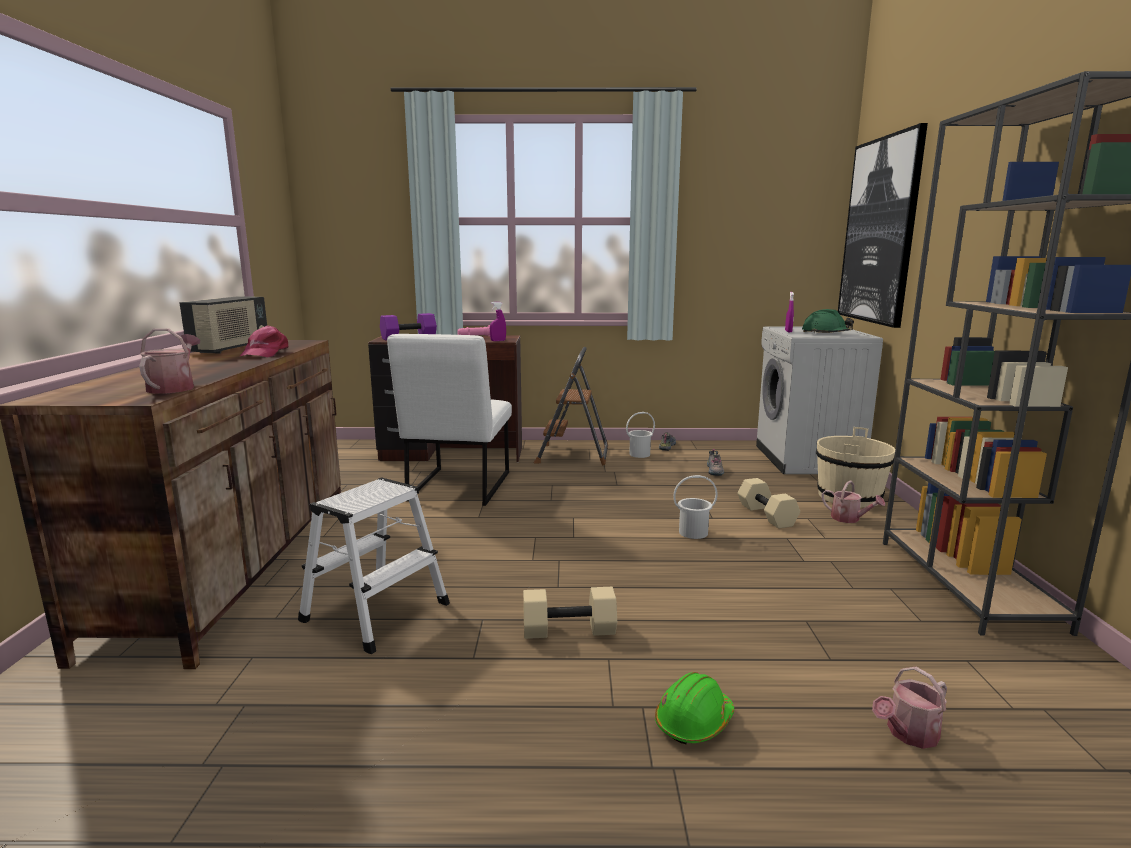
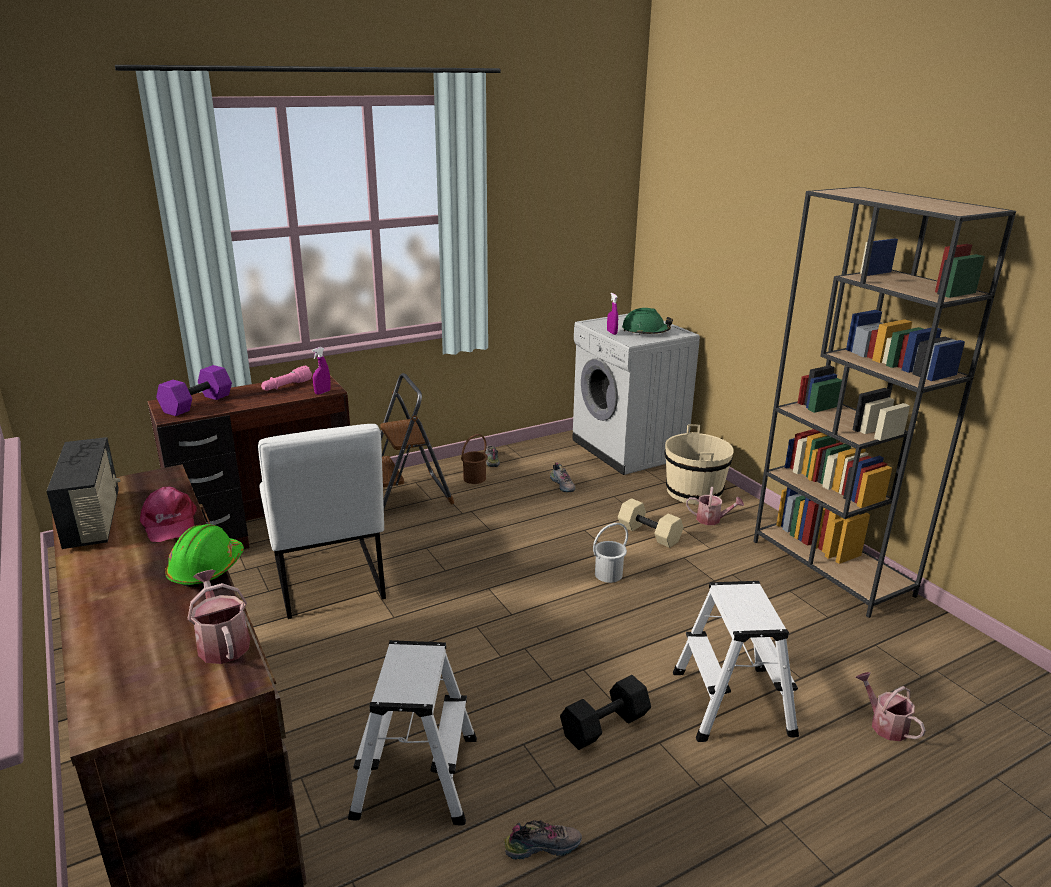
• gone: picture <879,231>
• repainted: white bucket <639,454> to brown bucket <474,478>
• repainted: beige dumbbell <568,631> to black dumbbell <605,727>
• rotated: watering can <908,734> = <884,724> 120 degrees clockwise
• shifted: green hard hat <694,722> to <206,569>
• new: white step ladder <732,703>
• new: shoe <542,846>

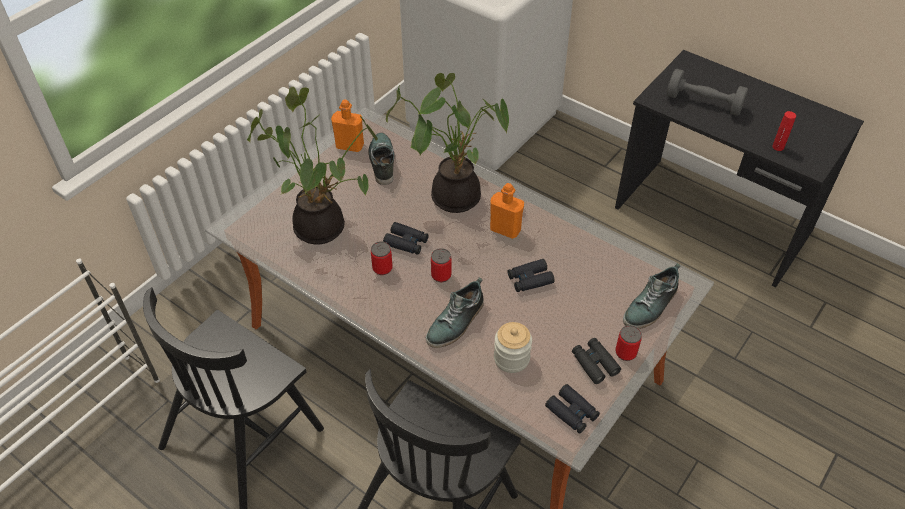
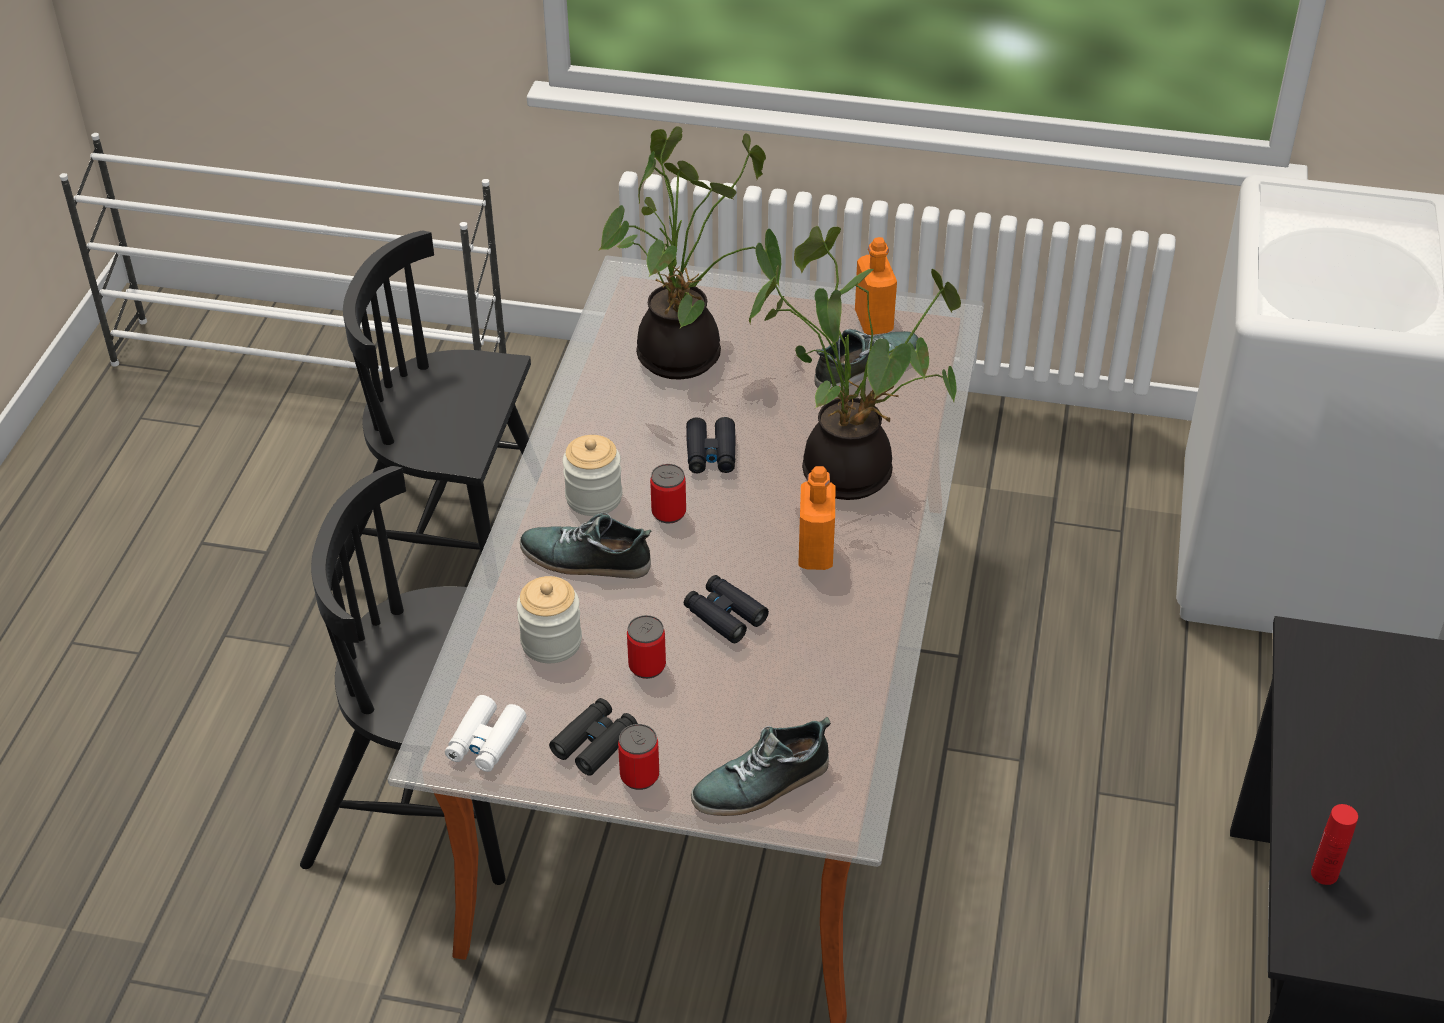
• gone: grey dumbbell <703,103>
• shifted: can <382,268> to <647,666>
• rotated: shoe <651,306> = <762,784> 45 degrees counterclockwise
• repainted: black binoculars <572,412> to white binoculars <485,741>
• new: jar <594,497>

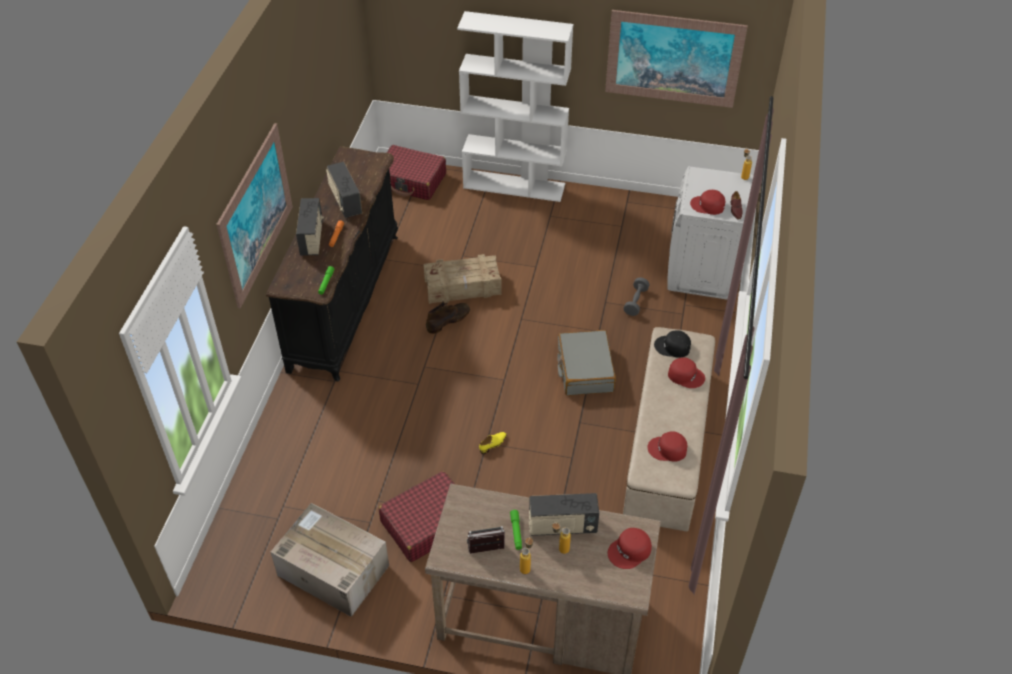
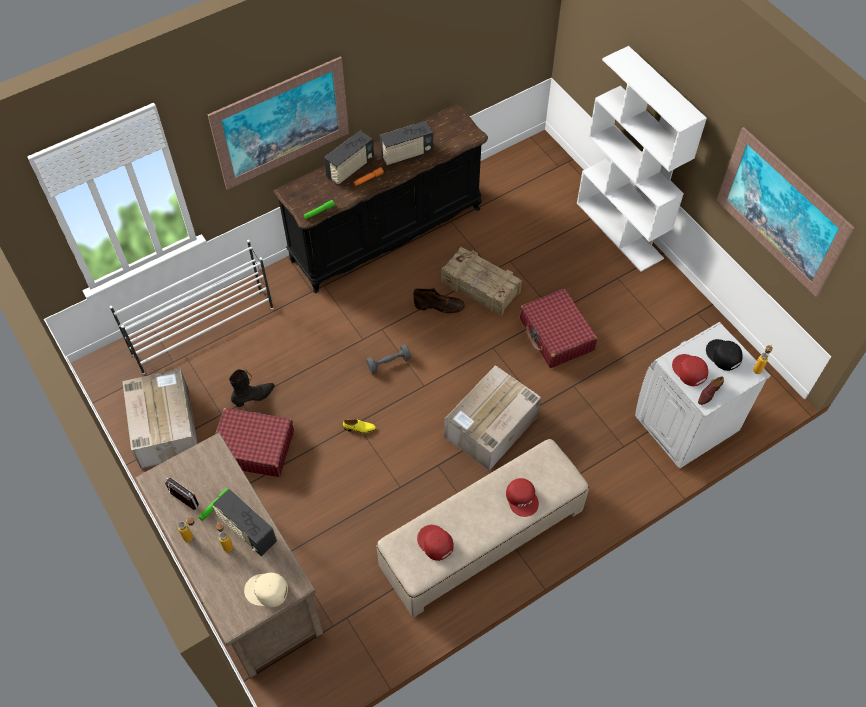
• shifted: red suitcase <411,181> to <556,335>
• rotated: radio <345,201> = <407,154> 135 degrees counterclockwise
• shifted: grey dumbbell <635,302> to <388,363>
• swapped: grey suitcase <585,370> to cardboard box <490,427>
• shifted: black cap <672,347> to <723,355>
• repainted: red cap <630,551> to beige cap <266,591>
• new: white shoe rack <204,331>
• new: black boot <254,397>

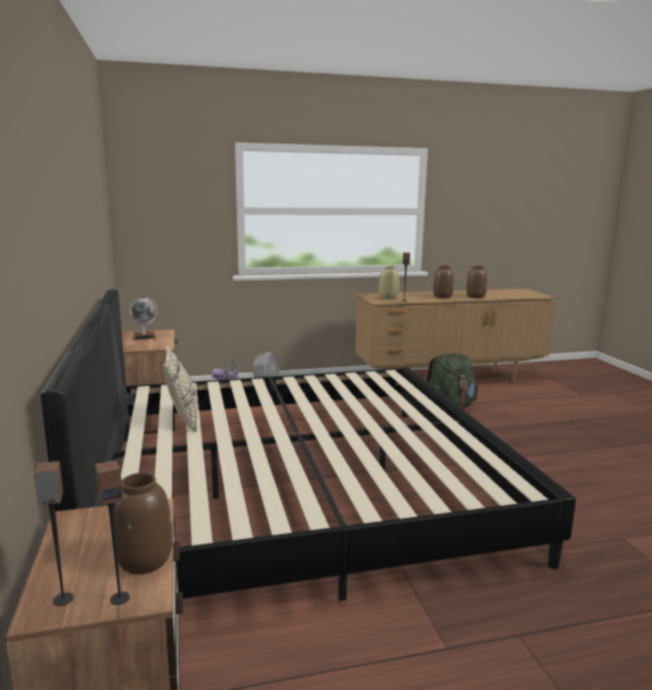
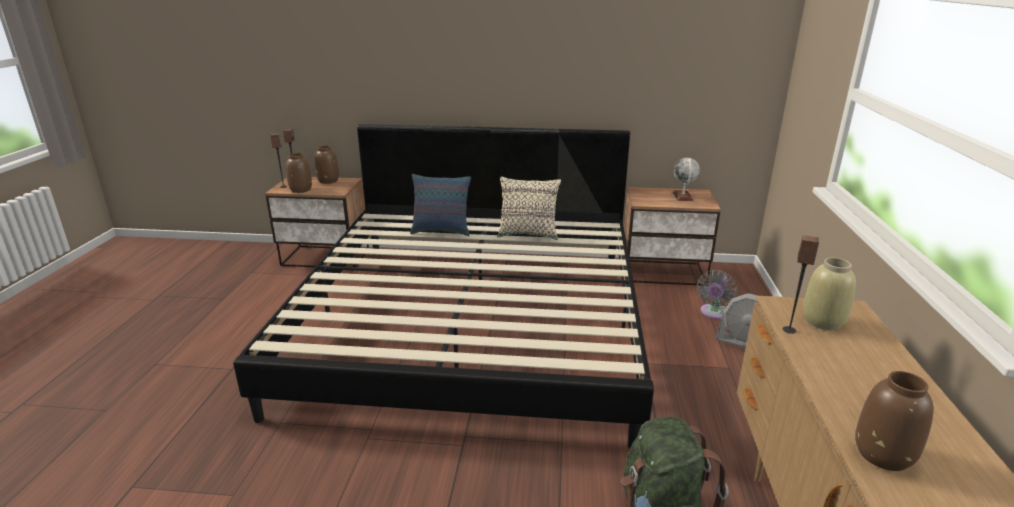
• shifted: brown vase <442,297> to <328,181>
• new: blue pillow <441,231>

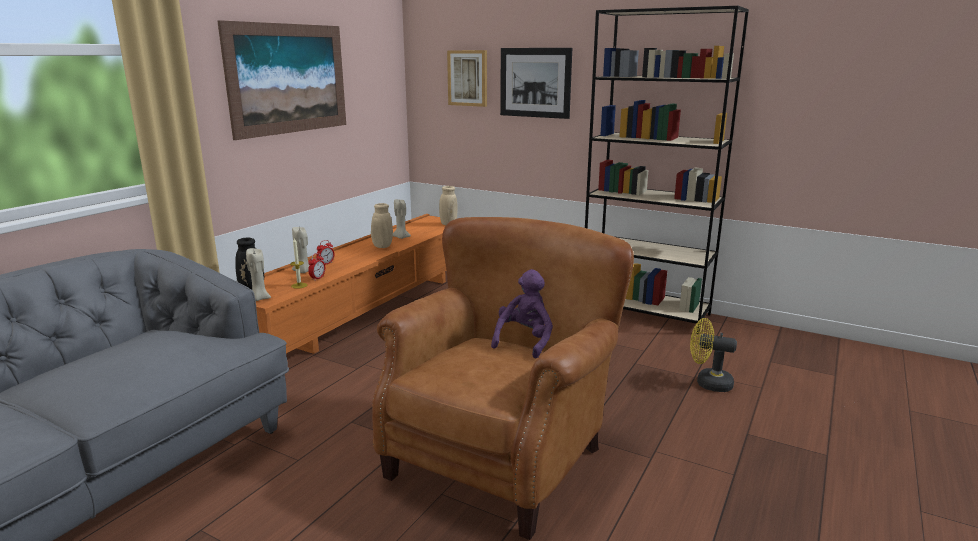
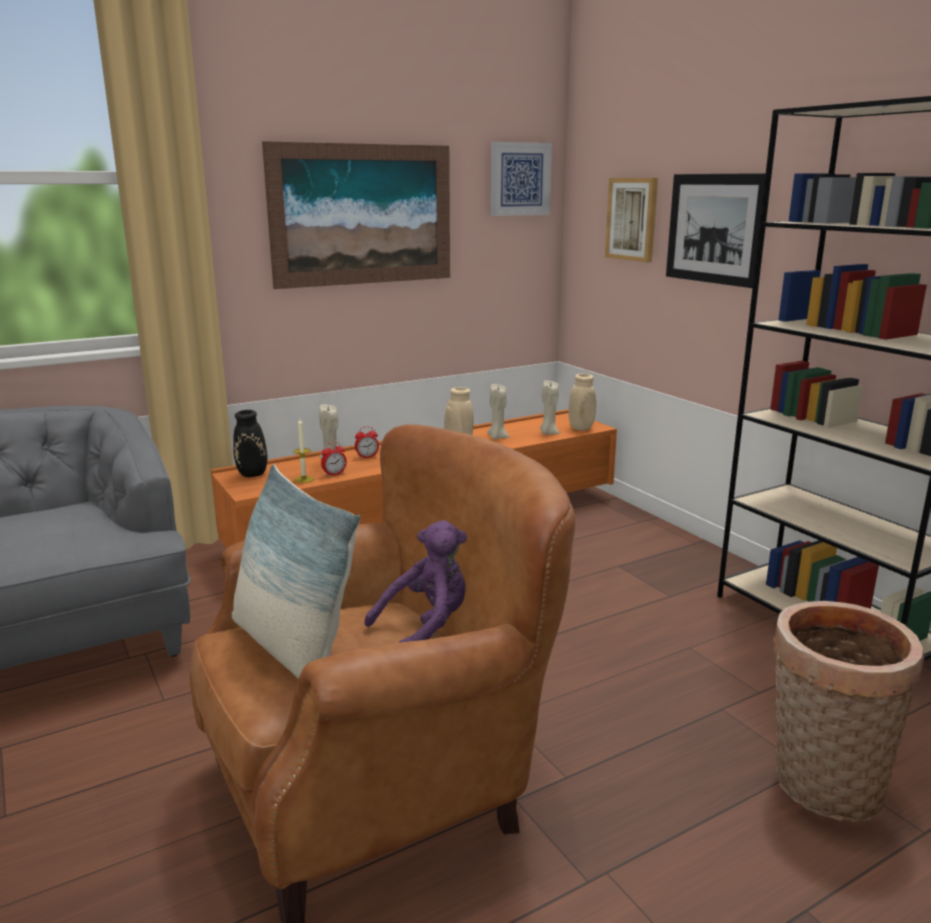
• shifted: beige candle <259,298> to <548,433>
• swapped: yellow fan <708,383> to basket <821,787>
• new: picture <519,179>
• new: pillow <291,647>

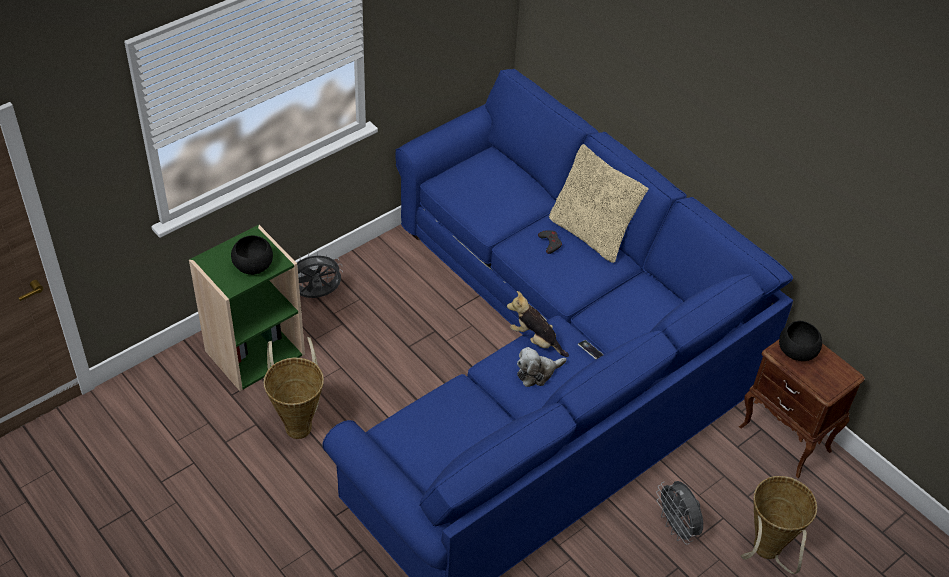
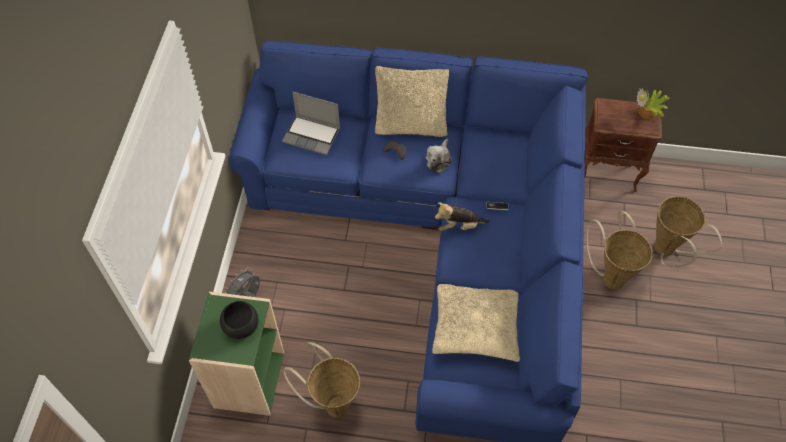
• gone: black bowl <796,351>
• shifted: plush toy <537,373> to <438,159>
• swapped: grey fan <677,527> to basket <611,276>
• new: potted plant <648,112>
• new: laptop <312,135>
• new: beige pillow <476,327>

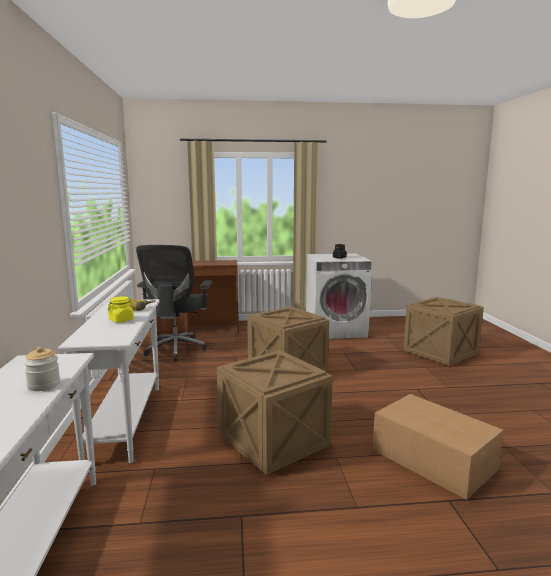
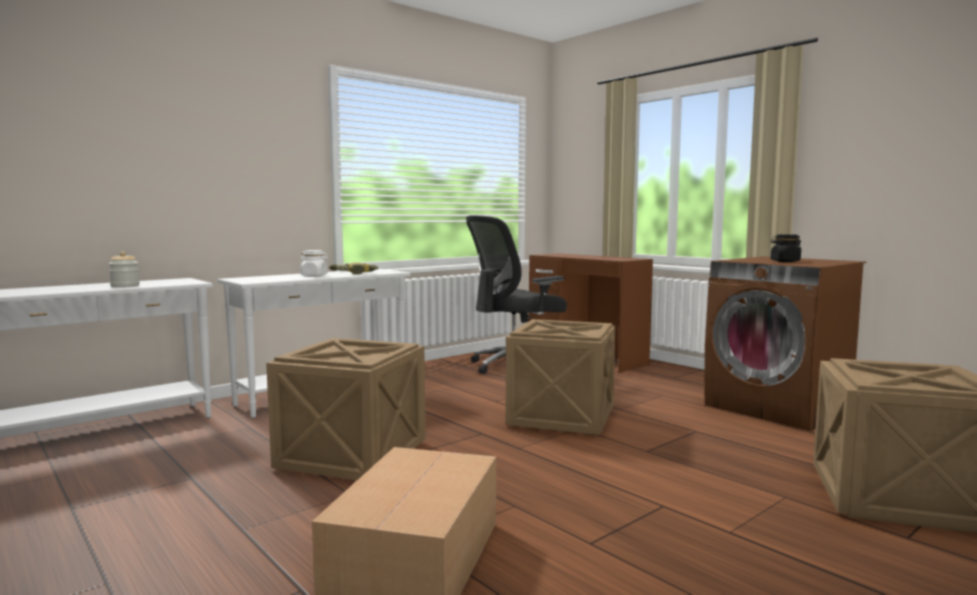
• repainted: white washing machine <336,330> to brown washing machine <780,407>
• repainted: yellow jar <121,320> to white jar <314,275>

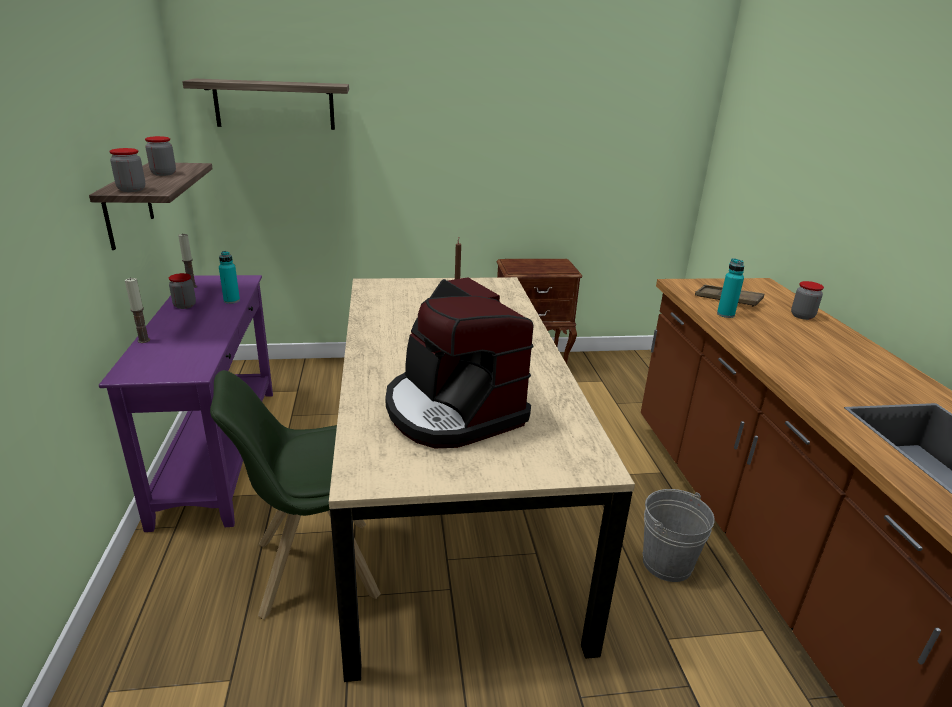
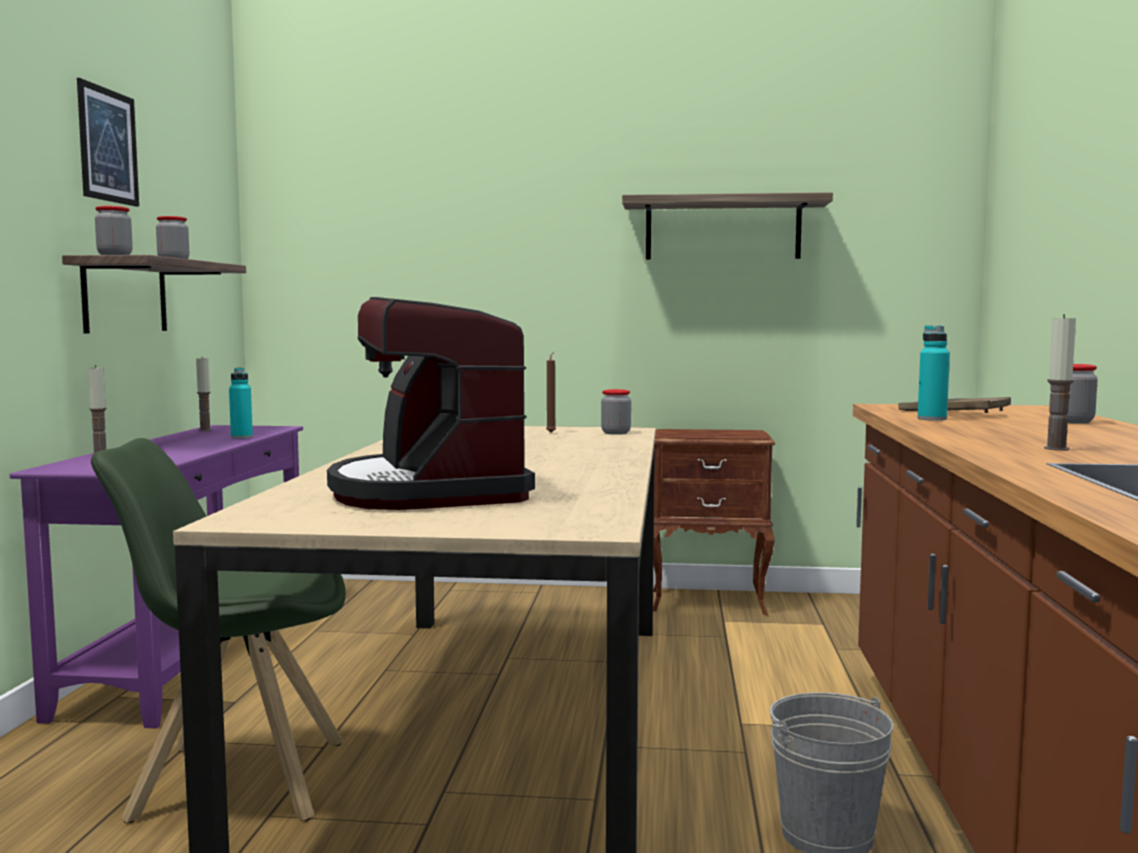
• shifted: shelf <274,105> to <722,229>
• shifted: jar <185,305> to <616,433>
• new: picture <108,145>
• new: candle <1056,449>

